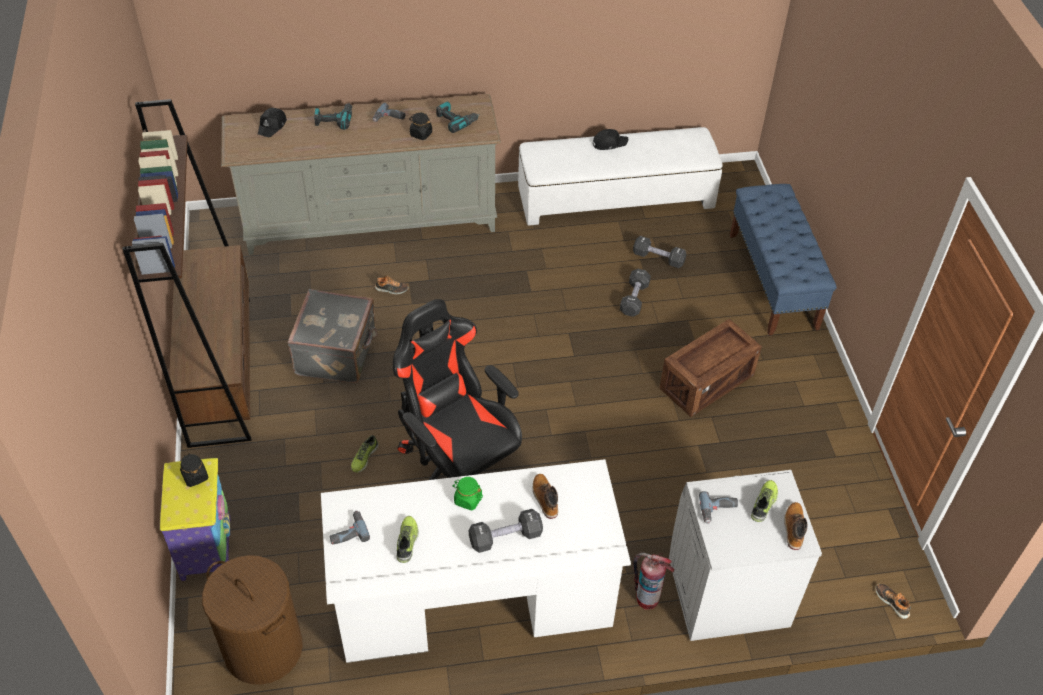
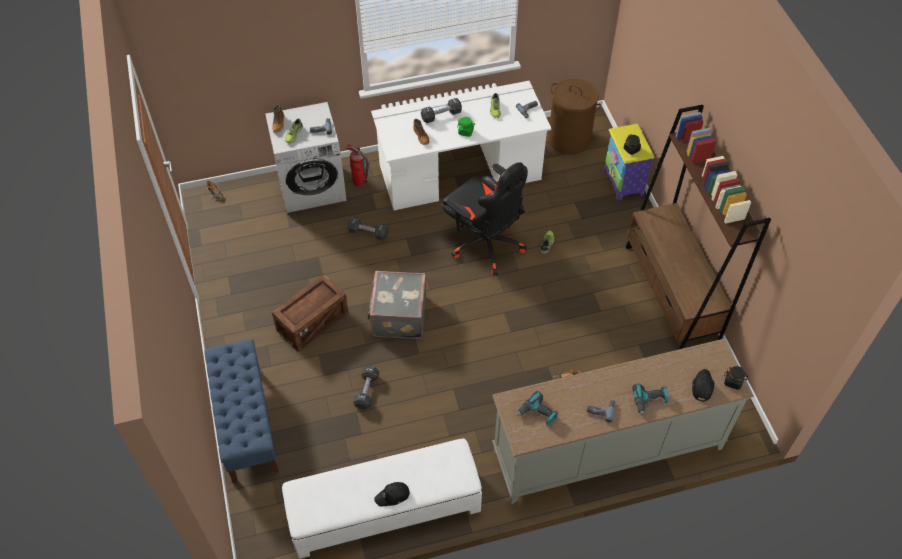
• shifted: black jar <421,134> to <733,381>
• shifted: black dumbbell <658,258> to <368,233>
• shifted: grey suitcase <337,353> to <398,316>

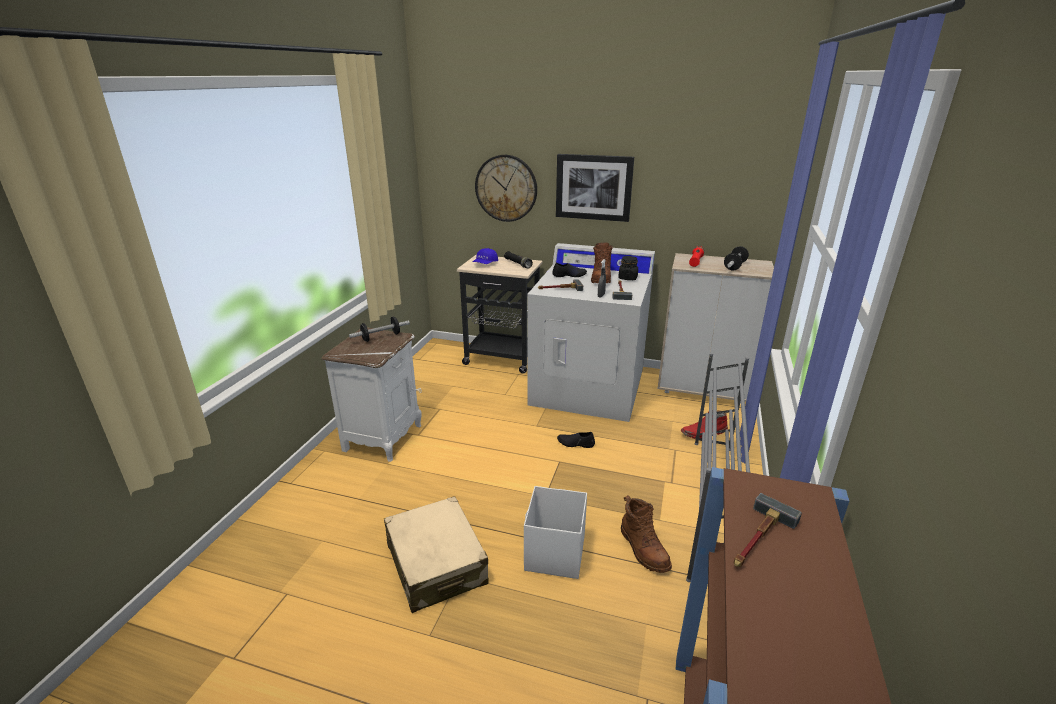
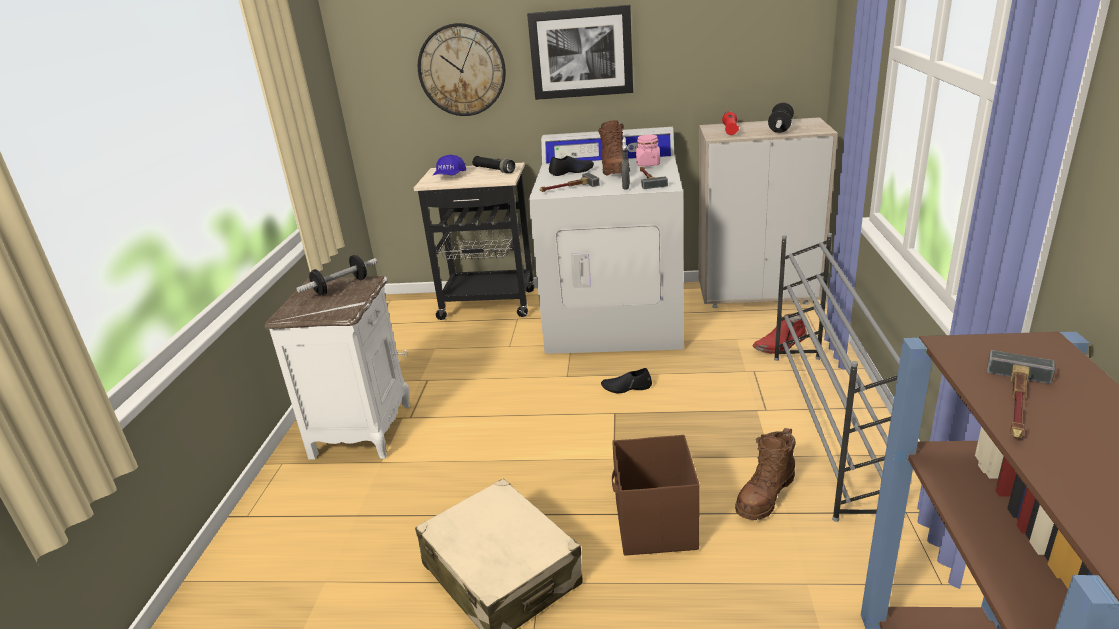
• repainted: black jar <627,278> to pink jar <648,164>
• repainted: white storage box <554,554> to brown storage box <655,526>
• rotated: brown boot <643,549> = <765,495> 75 degrees clockwise

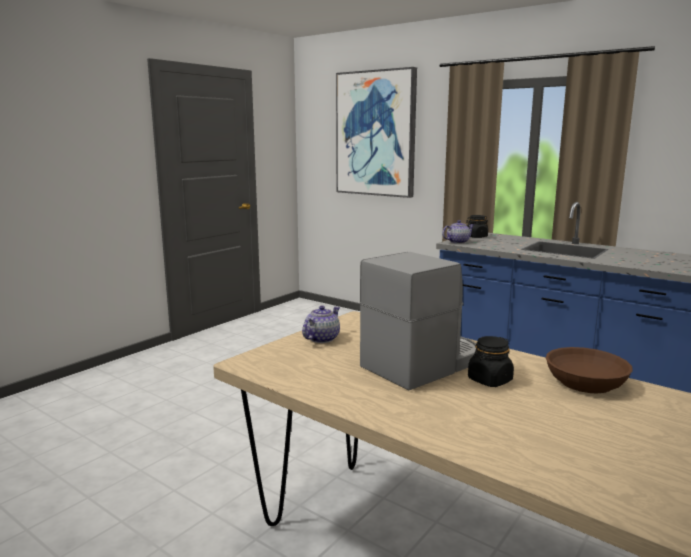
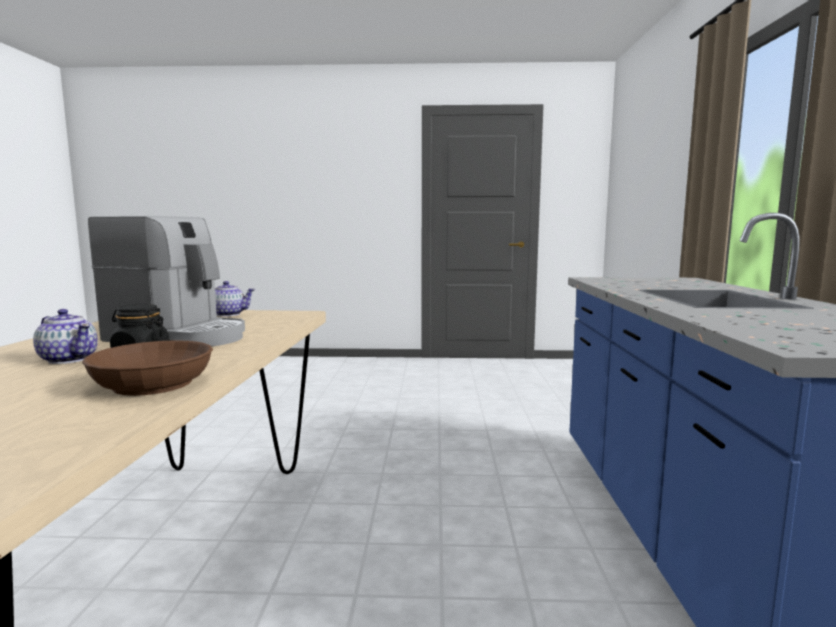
• gone: picture <376,134>
• gone: black jar <476,236>
• shifted: teapot <457,242> to <69,359>

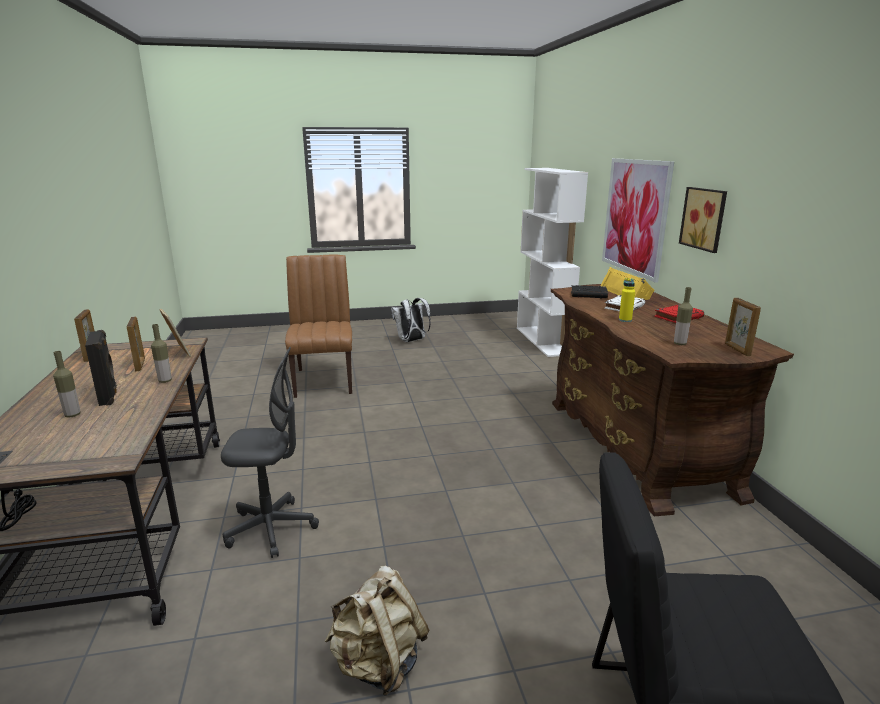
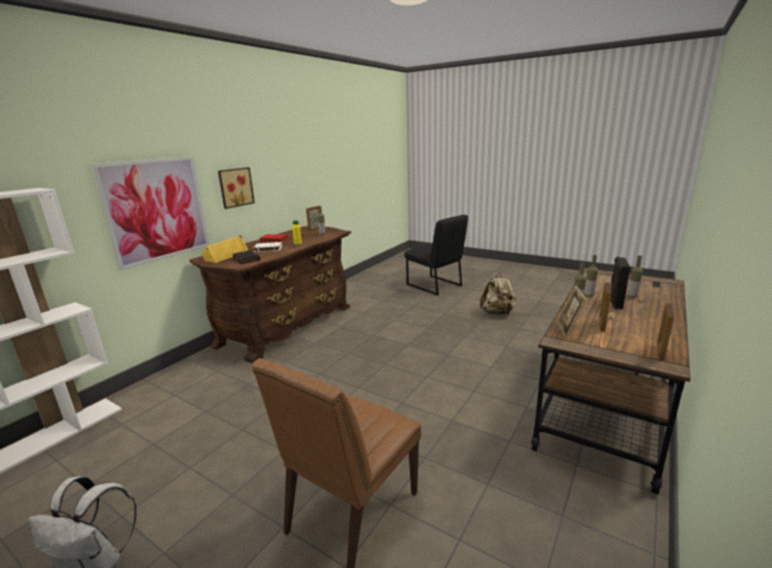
• gone: grey office chair <271,528>
• new: bottle <589,295>

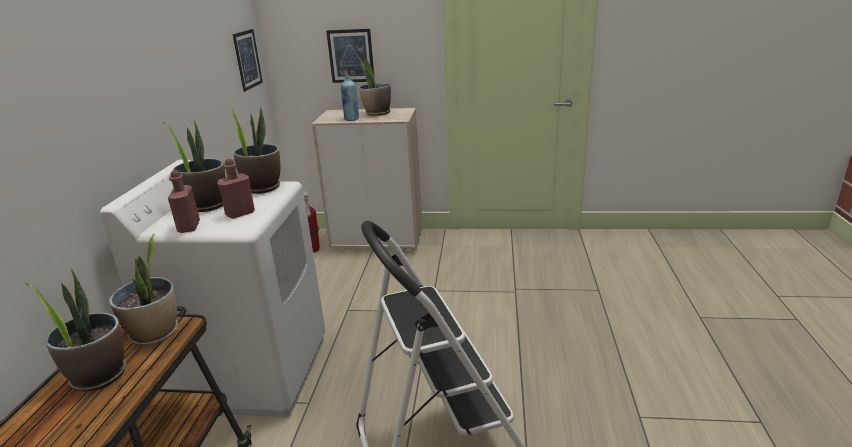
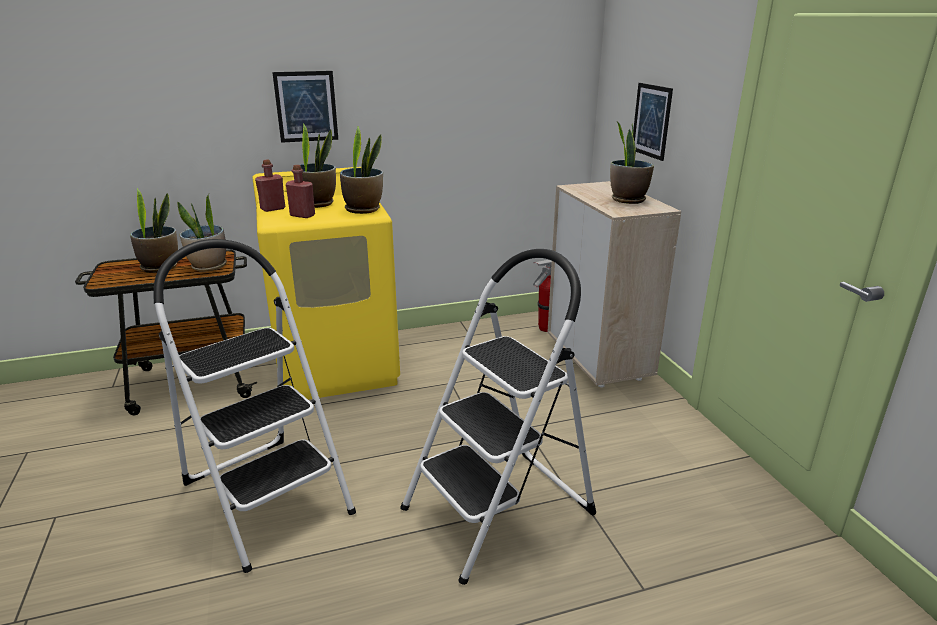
• shifted: picture <247,59> to <306,106>
• gone: blue bottle <351,119>
• repainted: white washing machine <252,371> to yellow washing machine <337,366>
• new: step ladder <503,510>

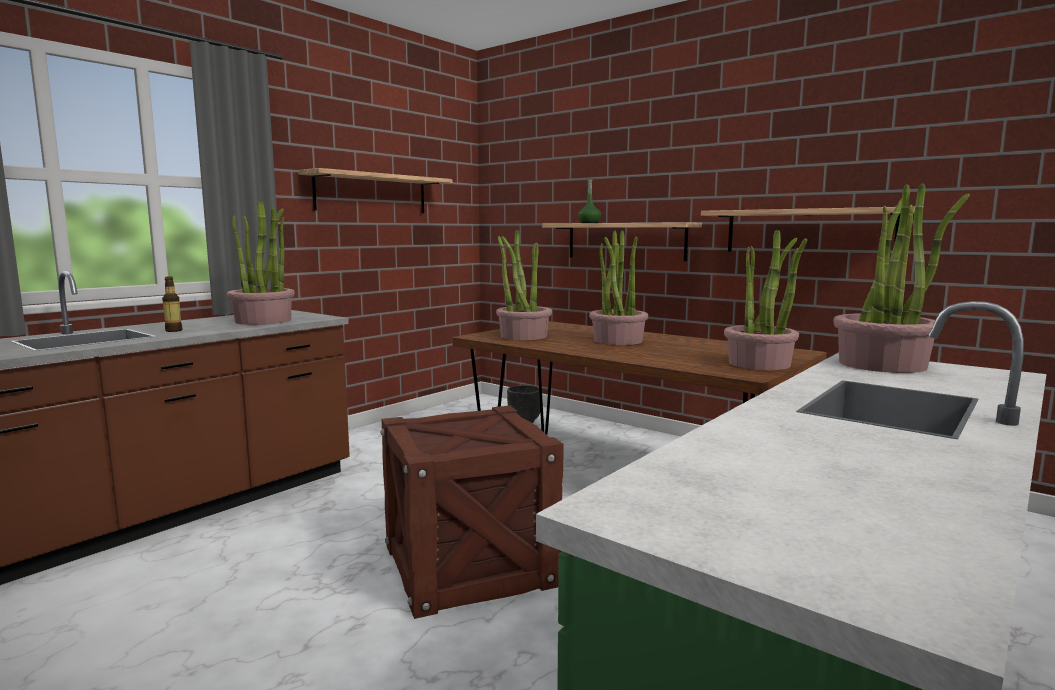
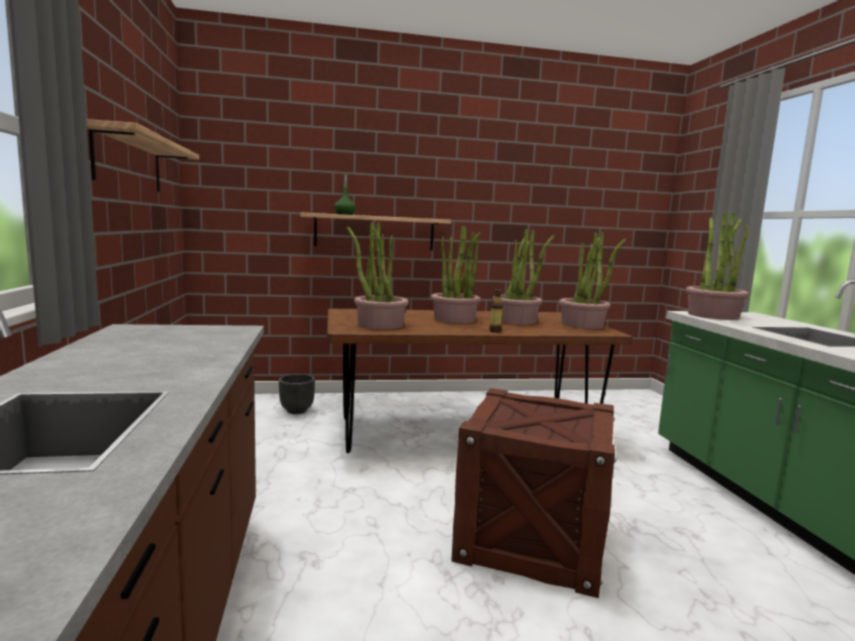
• shifted: potted plant <263,321> to <516,321>
• gone: shelf <808,231>
• shifted: bottle <173,330> to <495,331>

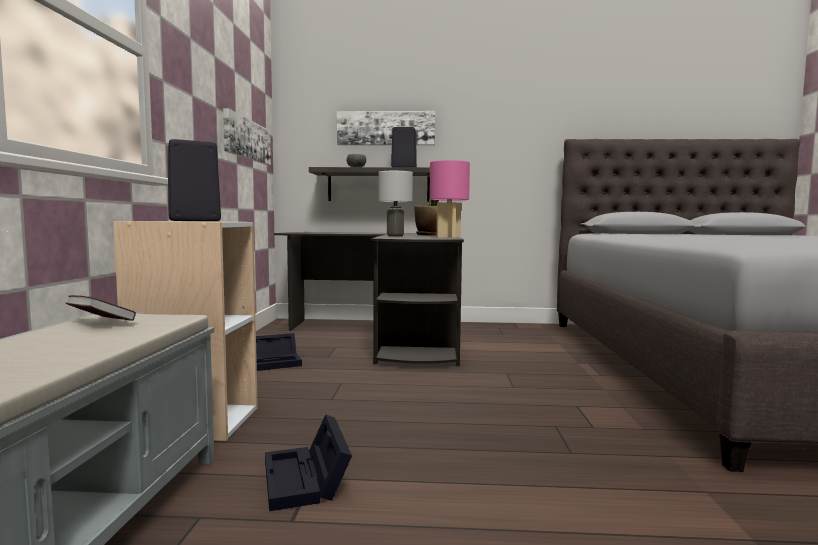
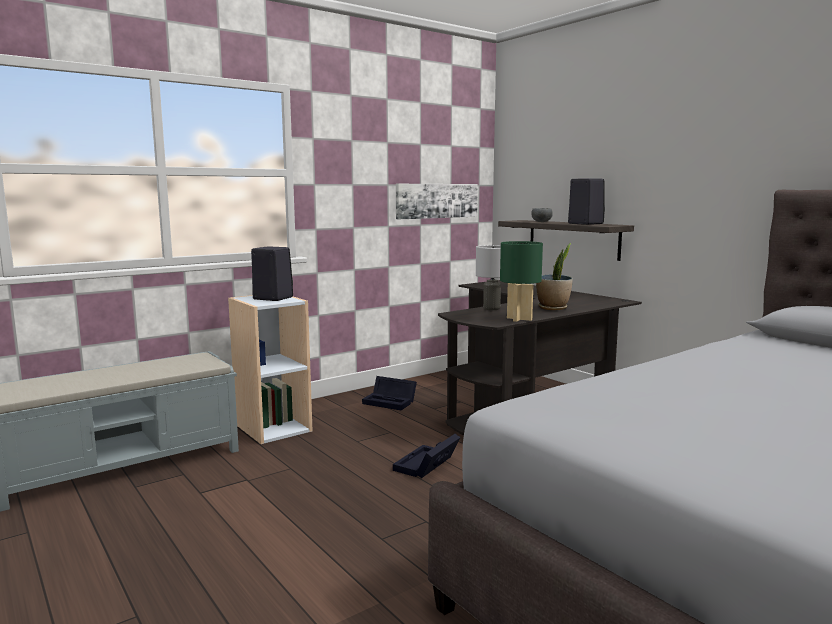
• gone: picture <386,128>
• repainted: pink table lamp <449,237> to green table lamp <519,319>
• gone: book <101,323>
• shifted: black storage box <307,480> to <426,466>

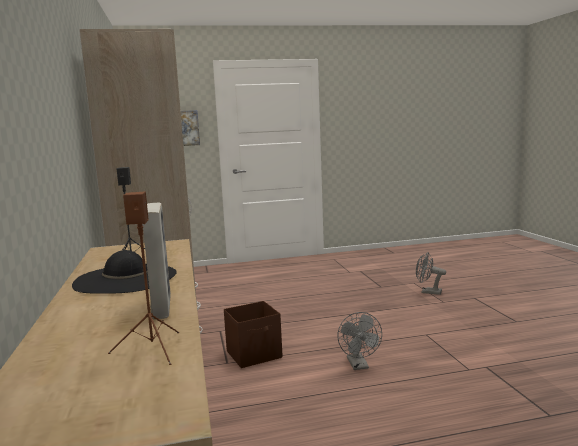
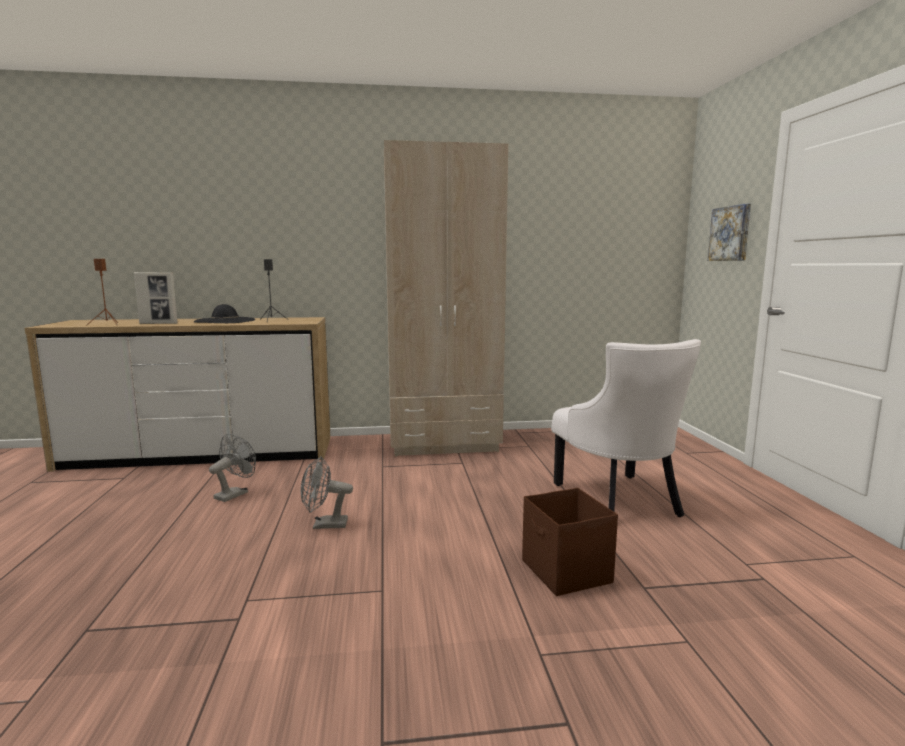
• shifted: grey fan <428,292> to <235,494>
• shifted: brown storage box <255,354> to <566,572>
• new: white chair <616,498>

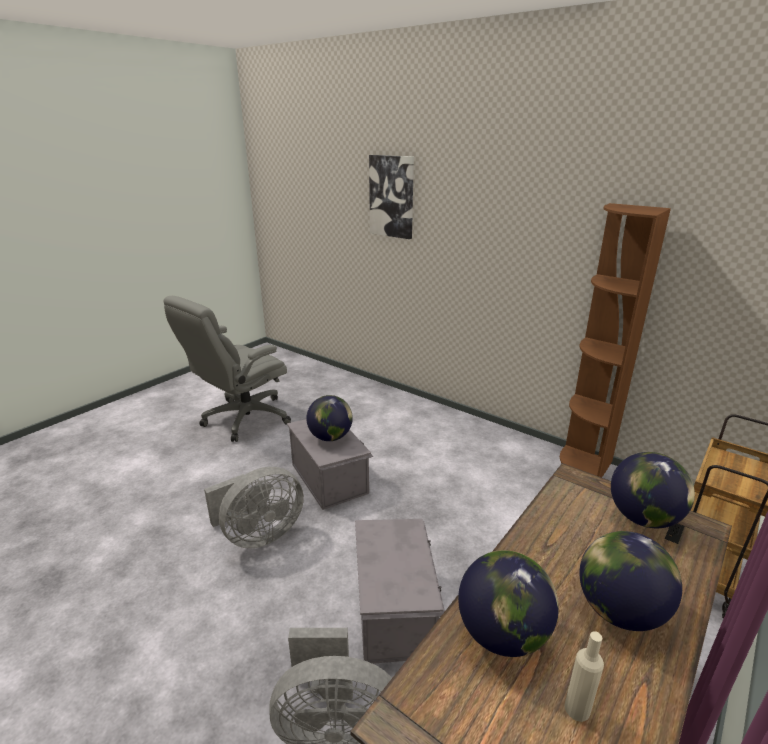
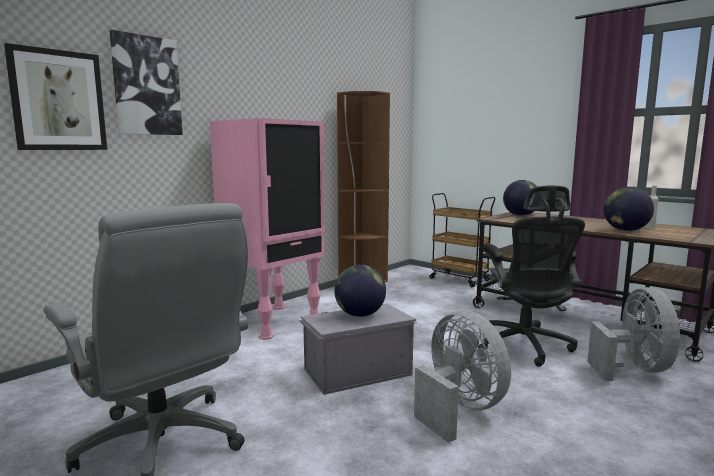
• swapped: grey storage box <395,609> to office chair <524,348>
• gone: globe <619,611>
• new: picture <58,101>
• new: pink cabinet <274,321>

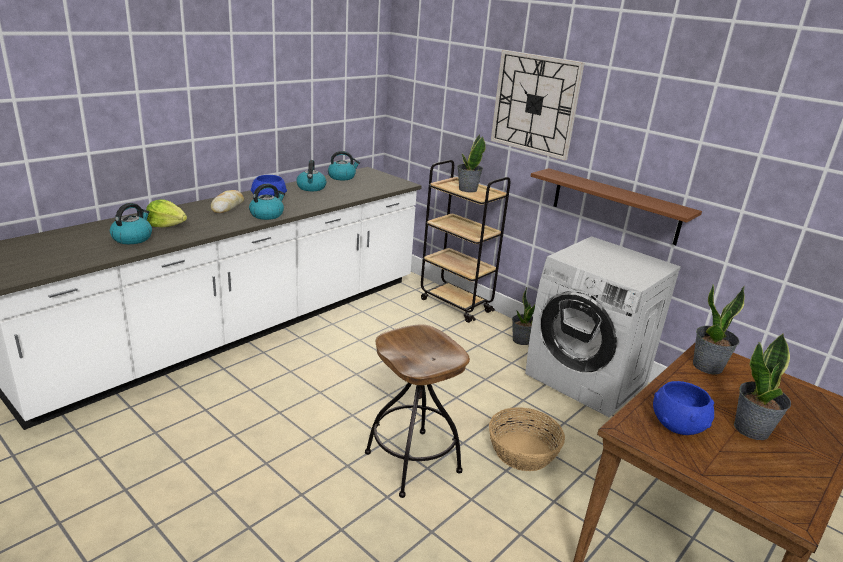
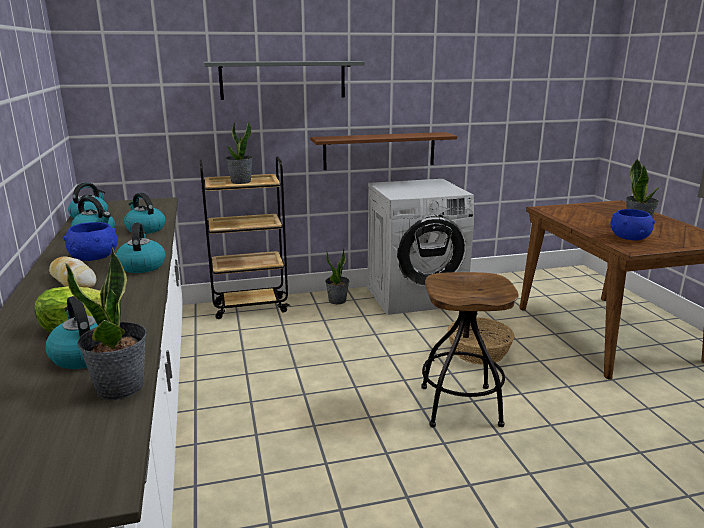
• swapped: wall clock <535,104> to grey shelf <283,80>
• shifted: potted plant <708,366> to <121,387>
• new: kettle <145,229>

